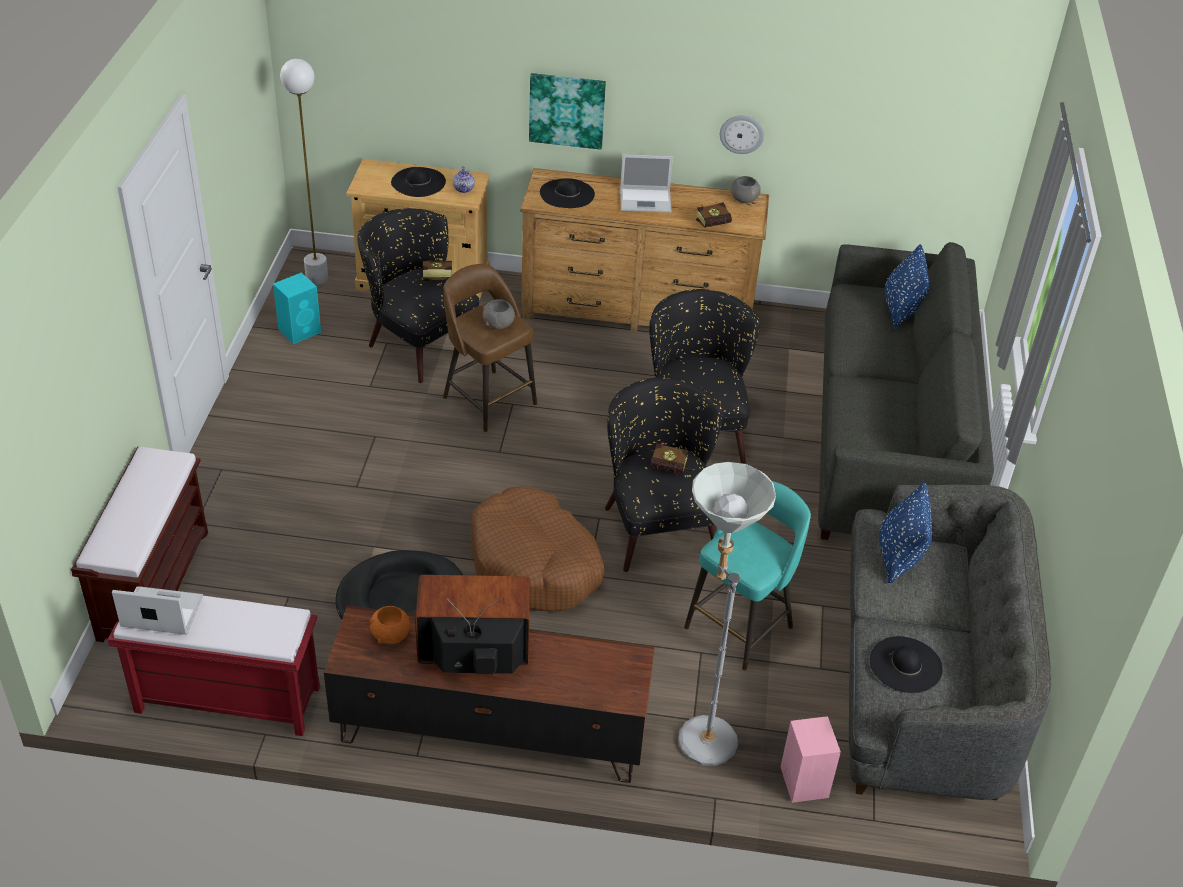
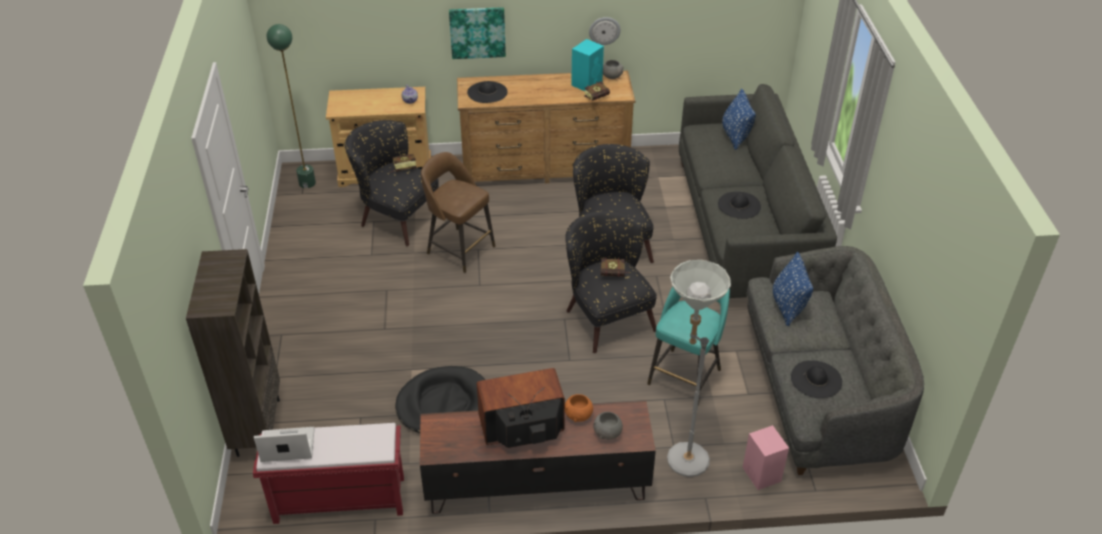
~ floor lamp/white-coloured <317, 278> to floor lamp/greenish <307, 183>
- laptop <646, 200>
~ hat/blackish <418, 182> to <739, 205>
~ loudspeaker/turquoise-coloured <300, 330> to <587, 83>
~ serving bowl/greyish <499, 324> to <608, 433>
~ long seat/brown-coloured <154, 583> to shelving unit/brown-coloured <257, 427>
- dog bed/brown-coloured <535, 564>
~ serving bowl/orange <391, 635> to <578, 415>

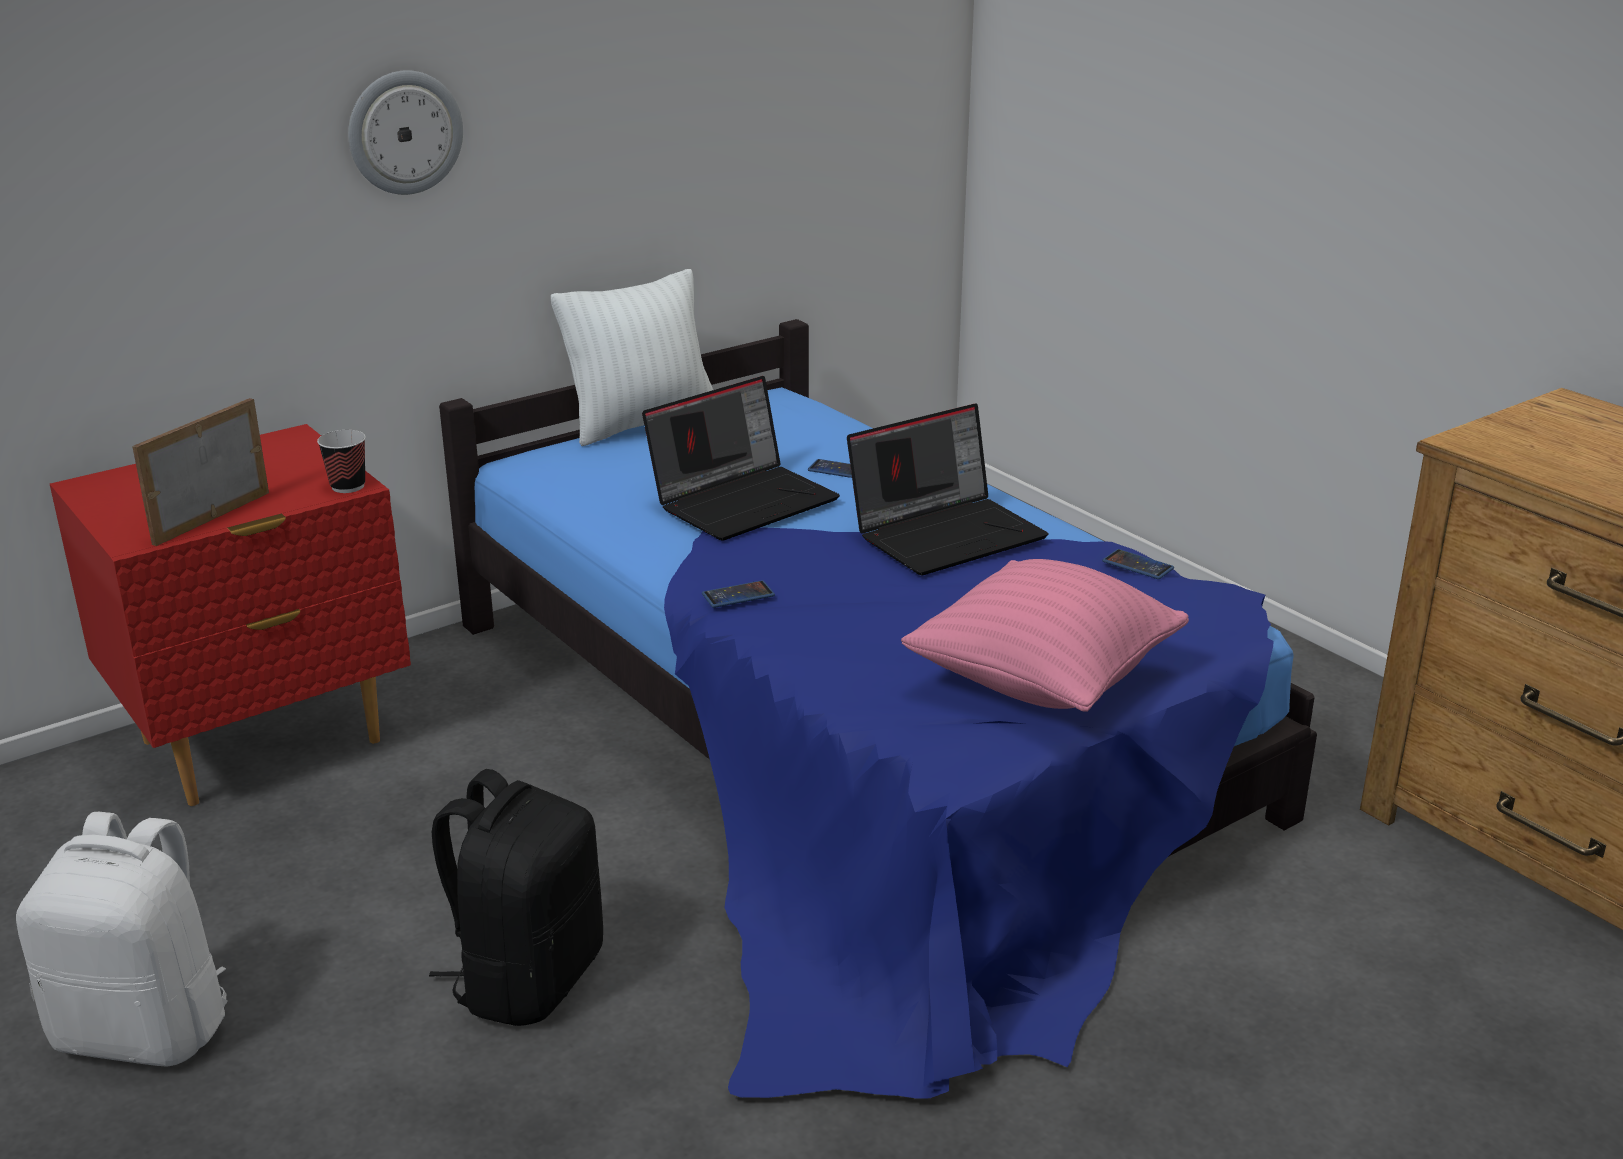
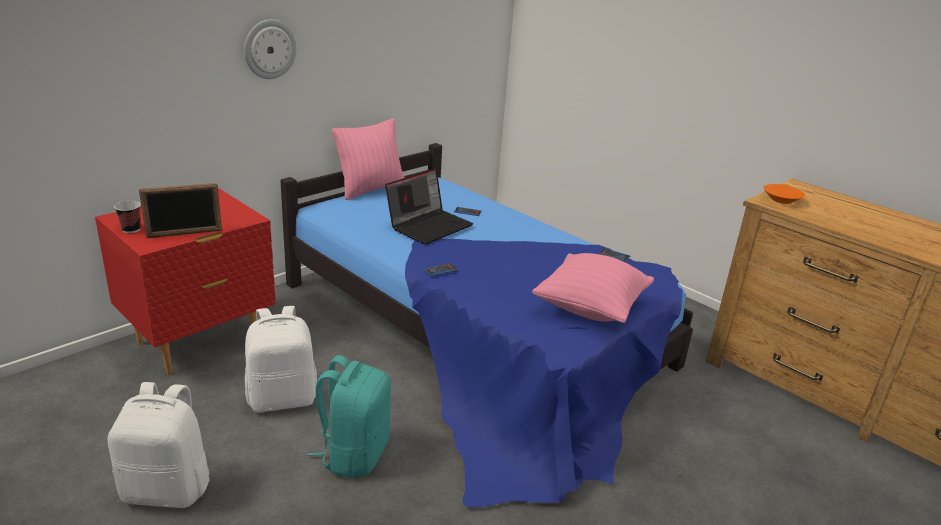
~ cushion/white-coloured <642, 424> to cushion/pink <371, 190>
~ picture frame <211, 517> = <184, 234> 135 degrees counterclockwise
- laptop <947, 533>
~ small cup <348, 486> to <131, 229>
~ knapsack/blackish <527, 978> to knapsack/turquoise-coloured <354, 454>
+ serving bowl/orange <781, 200>
+ knapsack/white-coloured <283, 398>

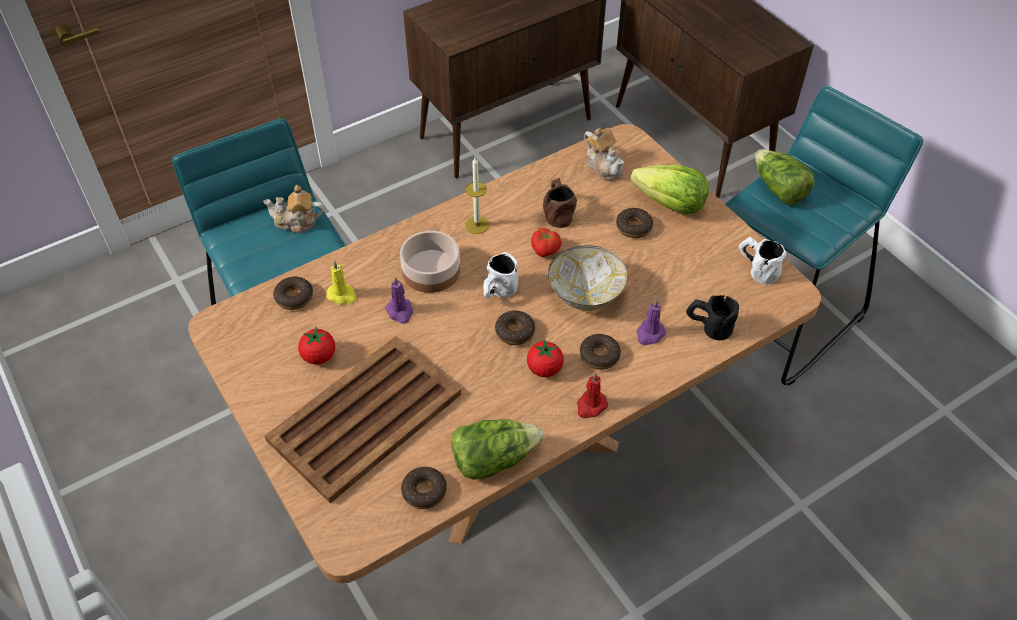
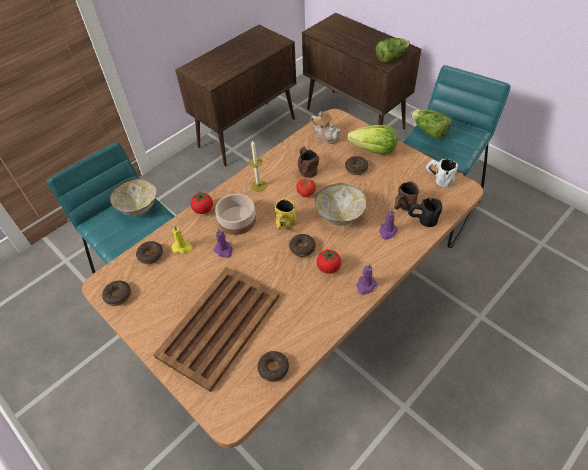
~ teapot <296, 222> to serving bowl <139, 207>
~ tea mug/white-coloured <498, 293> to tea mug/yellow-coloured <284, 225>
~ fresh tomato <319, 356> to <203, 210>
~ ring doughnut <599, 355> to <118, 295>
~ wax candle/reddish <590, 406> to wax candle/purple <365, 286>
~ lettuce <493, 458> to <391, 57>
+ tea mug/brown-coloured <402, 207>

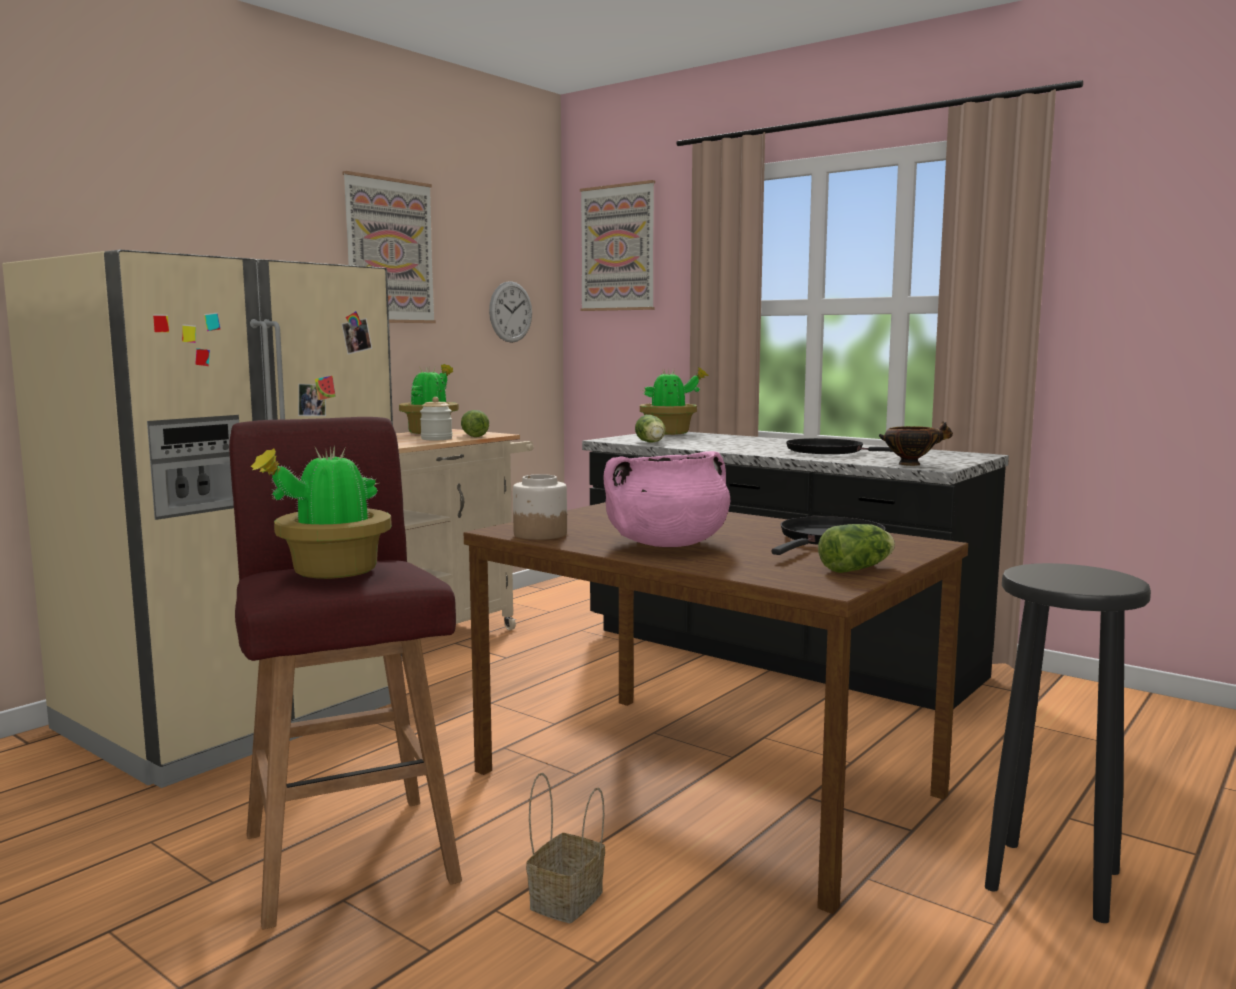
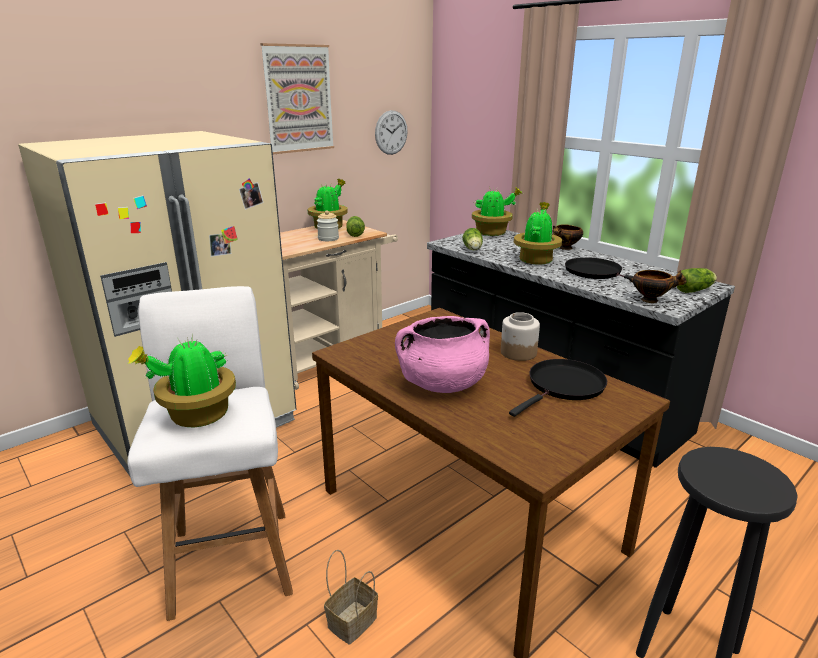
- wall picture <618, 248>
~ stool/reddish <349, 853> to stool/white-coloured <232, 558>
~ storage jar <539, 534> to <518, 352>
~ lettuce <859, 568> to <695, 290>
+ plant in a pot <536, 260>
+ serving bowl <565, 248>

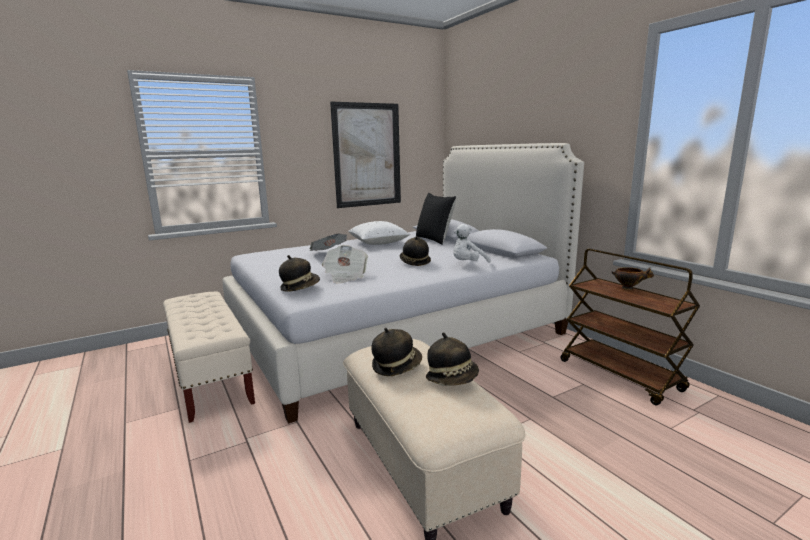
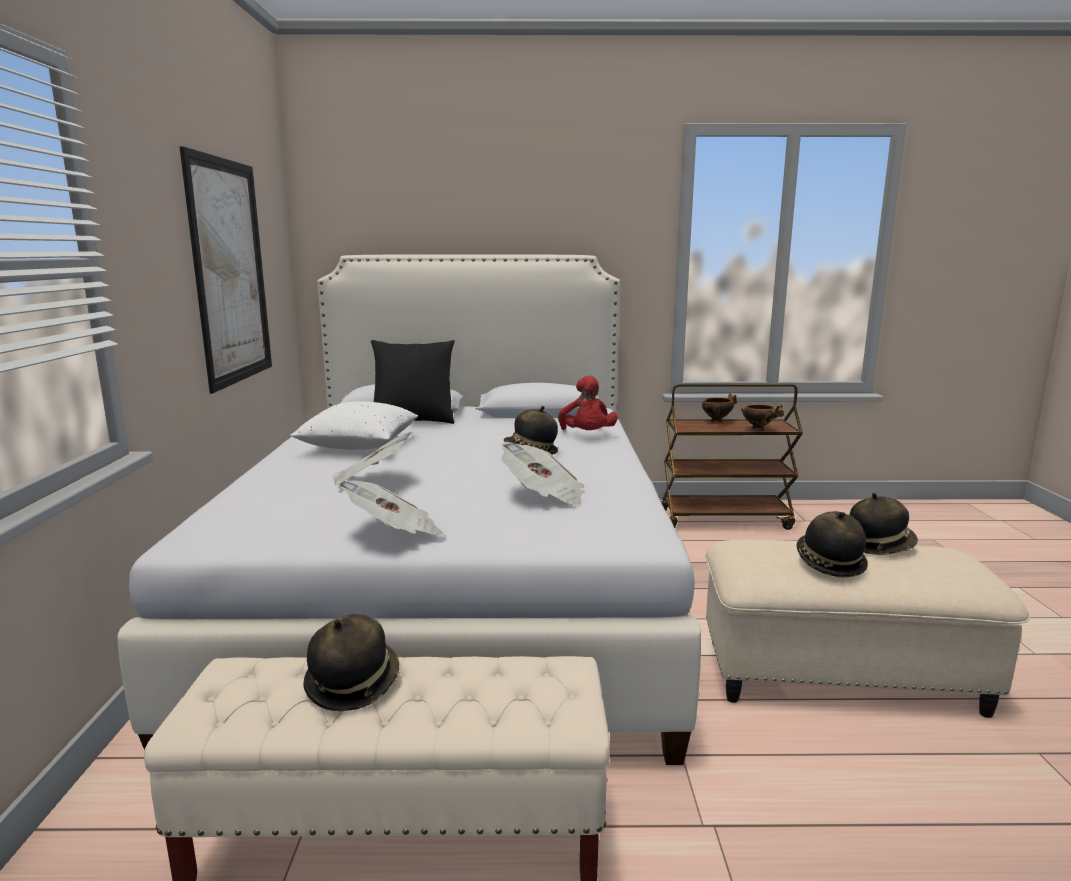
~ cuddly toy/white-coloured <468, 264> to cuddly toy/reddish <587, 436>
~ hat <300, 287> to <353, 684>
+ serving bowl <759, 429>
+ printed paper <395, 534>

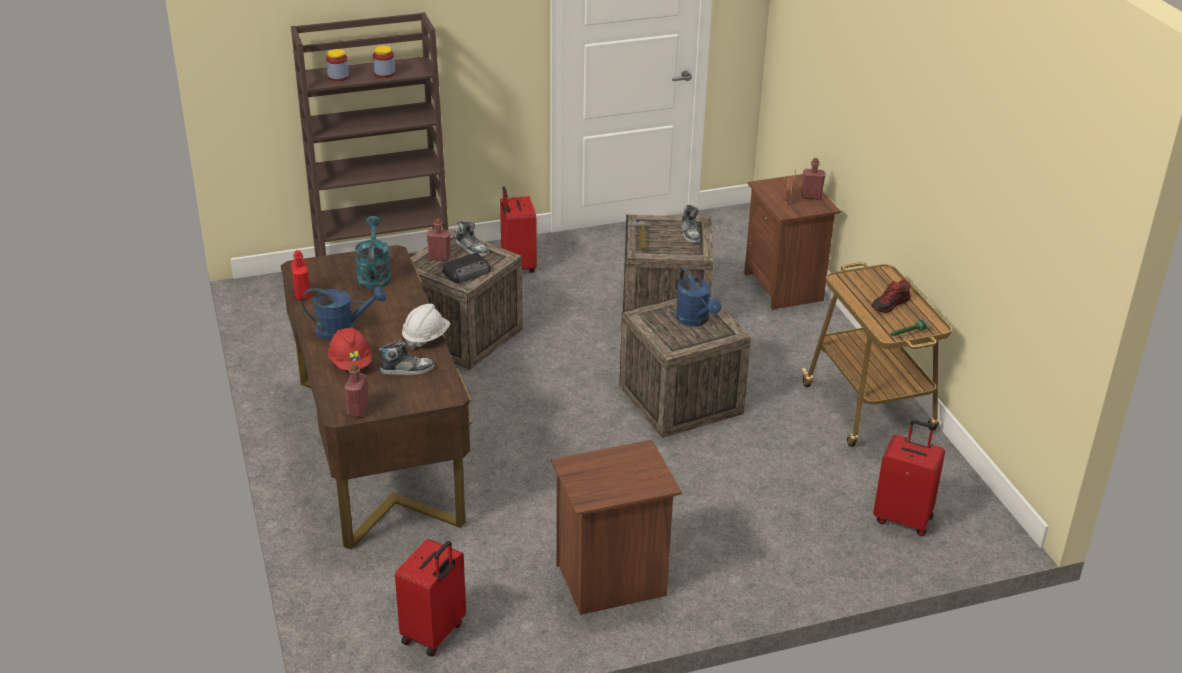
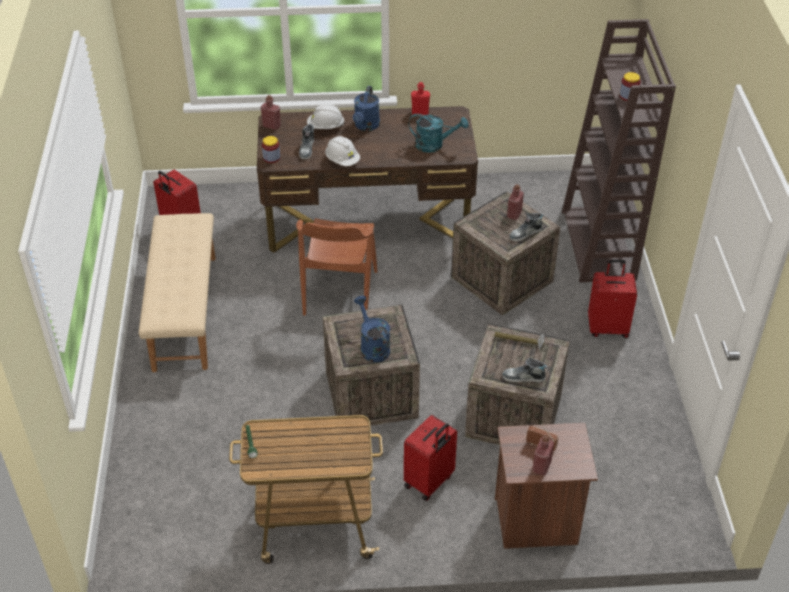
~ storage jar <338, 77> to <271, 158>
- radio receiver <467, 272>
~ sprinkling can/blue <695, 320> = <372, 346> 75 degrees clockwise
- low shoe <890, 304>
~ work helmet/reddish <351, 362> to work helmet/white-coloured <325, 127>
~ suitcase/reddish <903, 518> to <429, 482>
~ bedside table/brown-coloured <612, 581> to long seat/beige-coloured <184, 312>
+ upright chair/brown-coloured <340, 293>

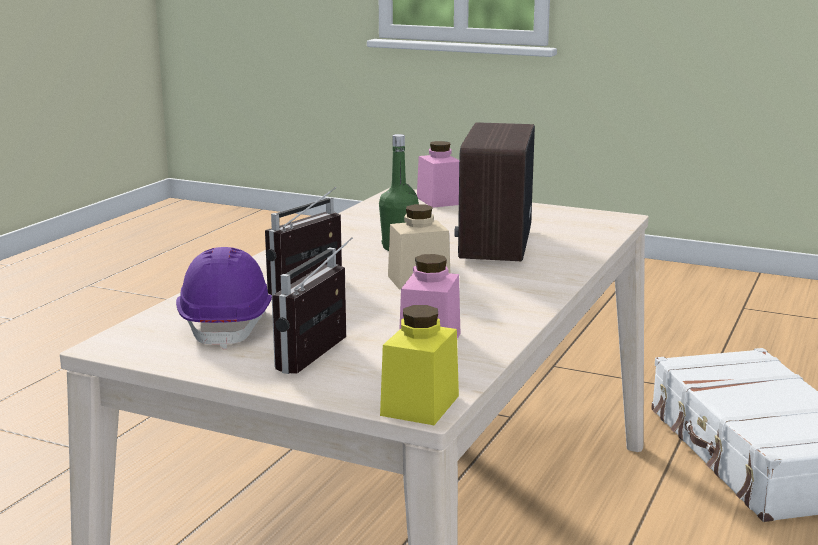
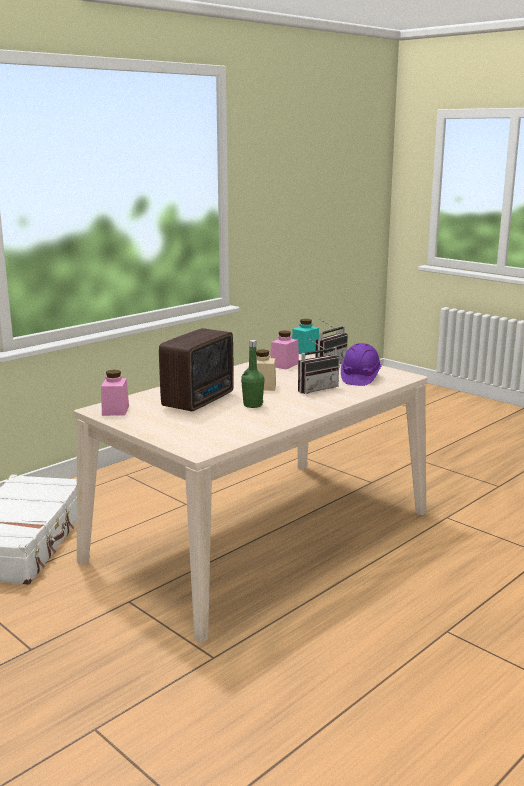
~ storage jar/pink <439, 201> to <115, 410>
~ storage jar/yellow-coloured <420, 405> to storage jar/turquoise-coloured <305, 351>

